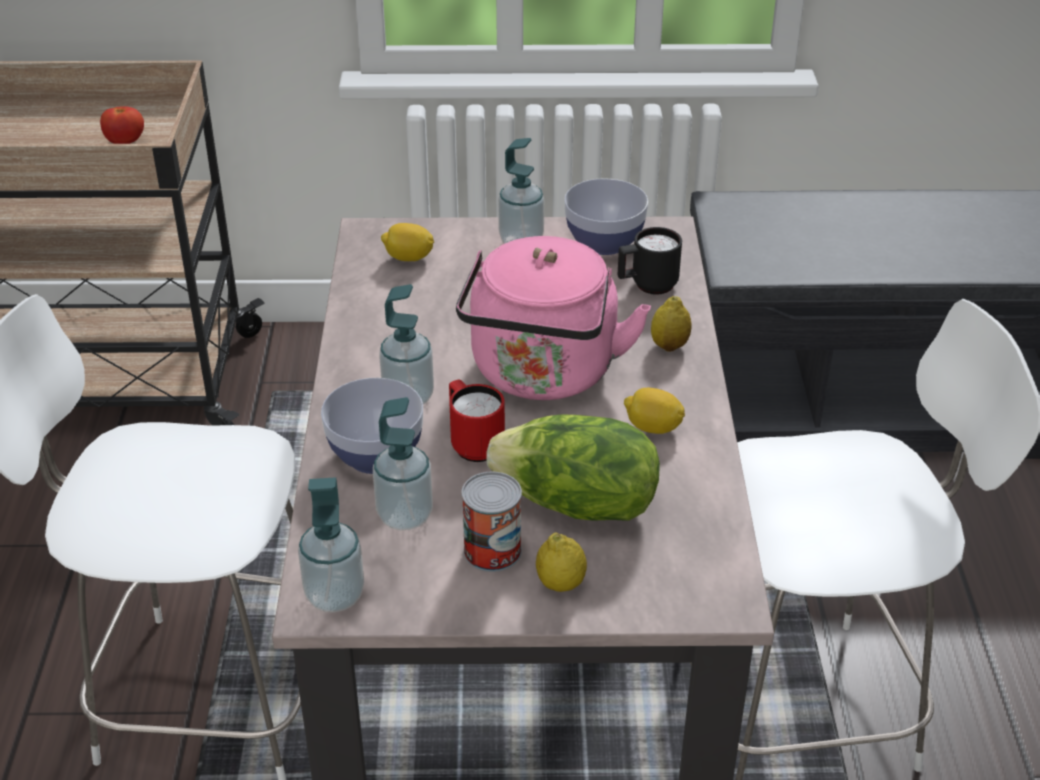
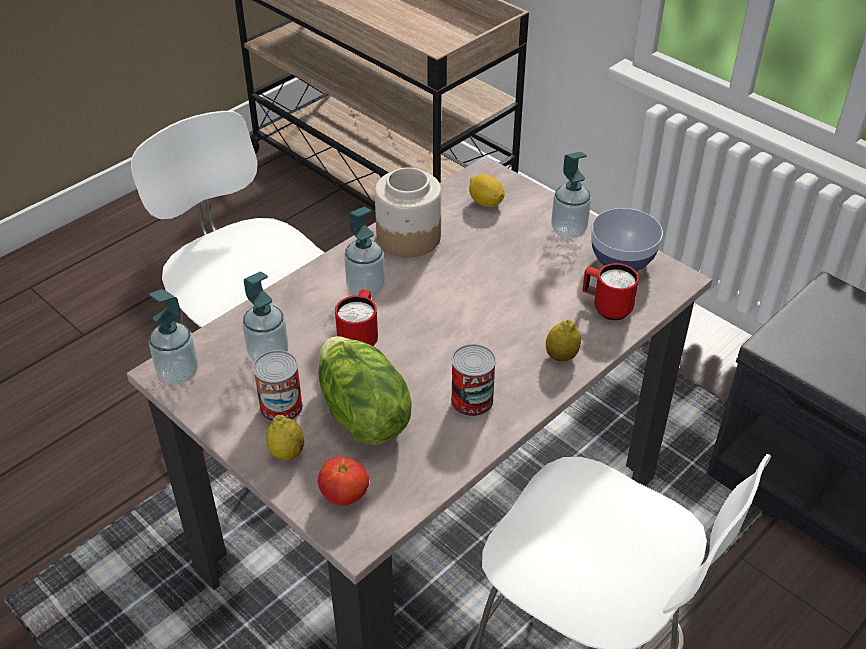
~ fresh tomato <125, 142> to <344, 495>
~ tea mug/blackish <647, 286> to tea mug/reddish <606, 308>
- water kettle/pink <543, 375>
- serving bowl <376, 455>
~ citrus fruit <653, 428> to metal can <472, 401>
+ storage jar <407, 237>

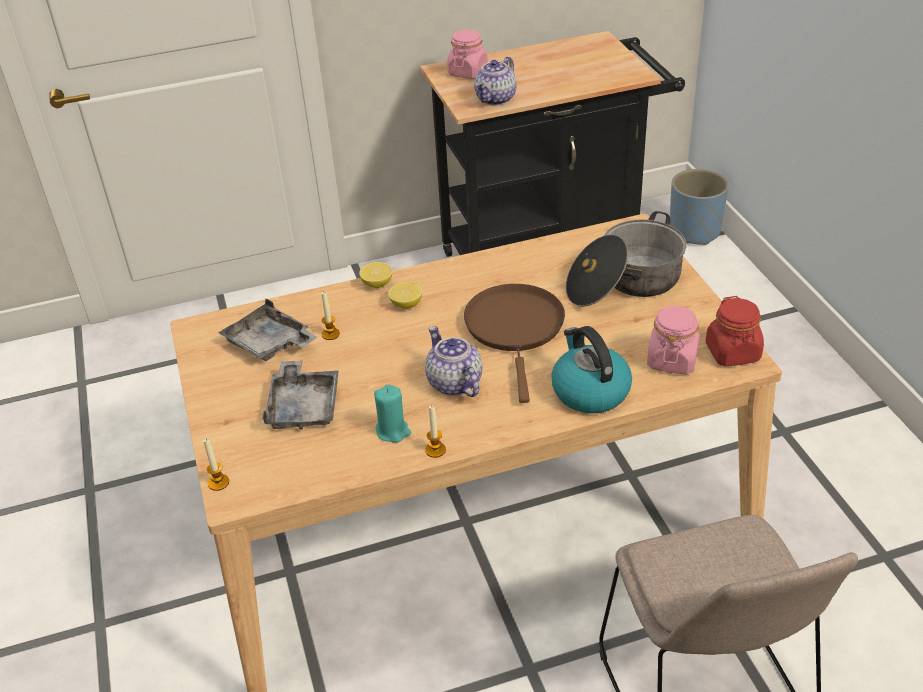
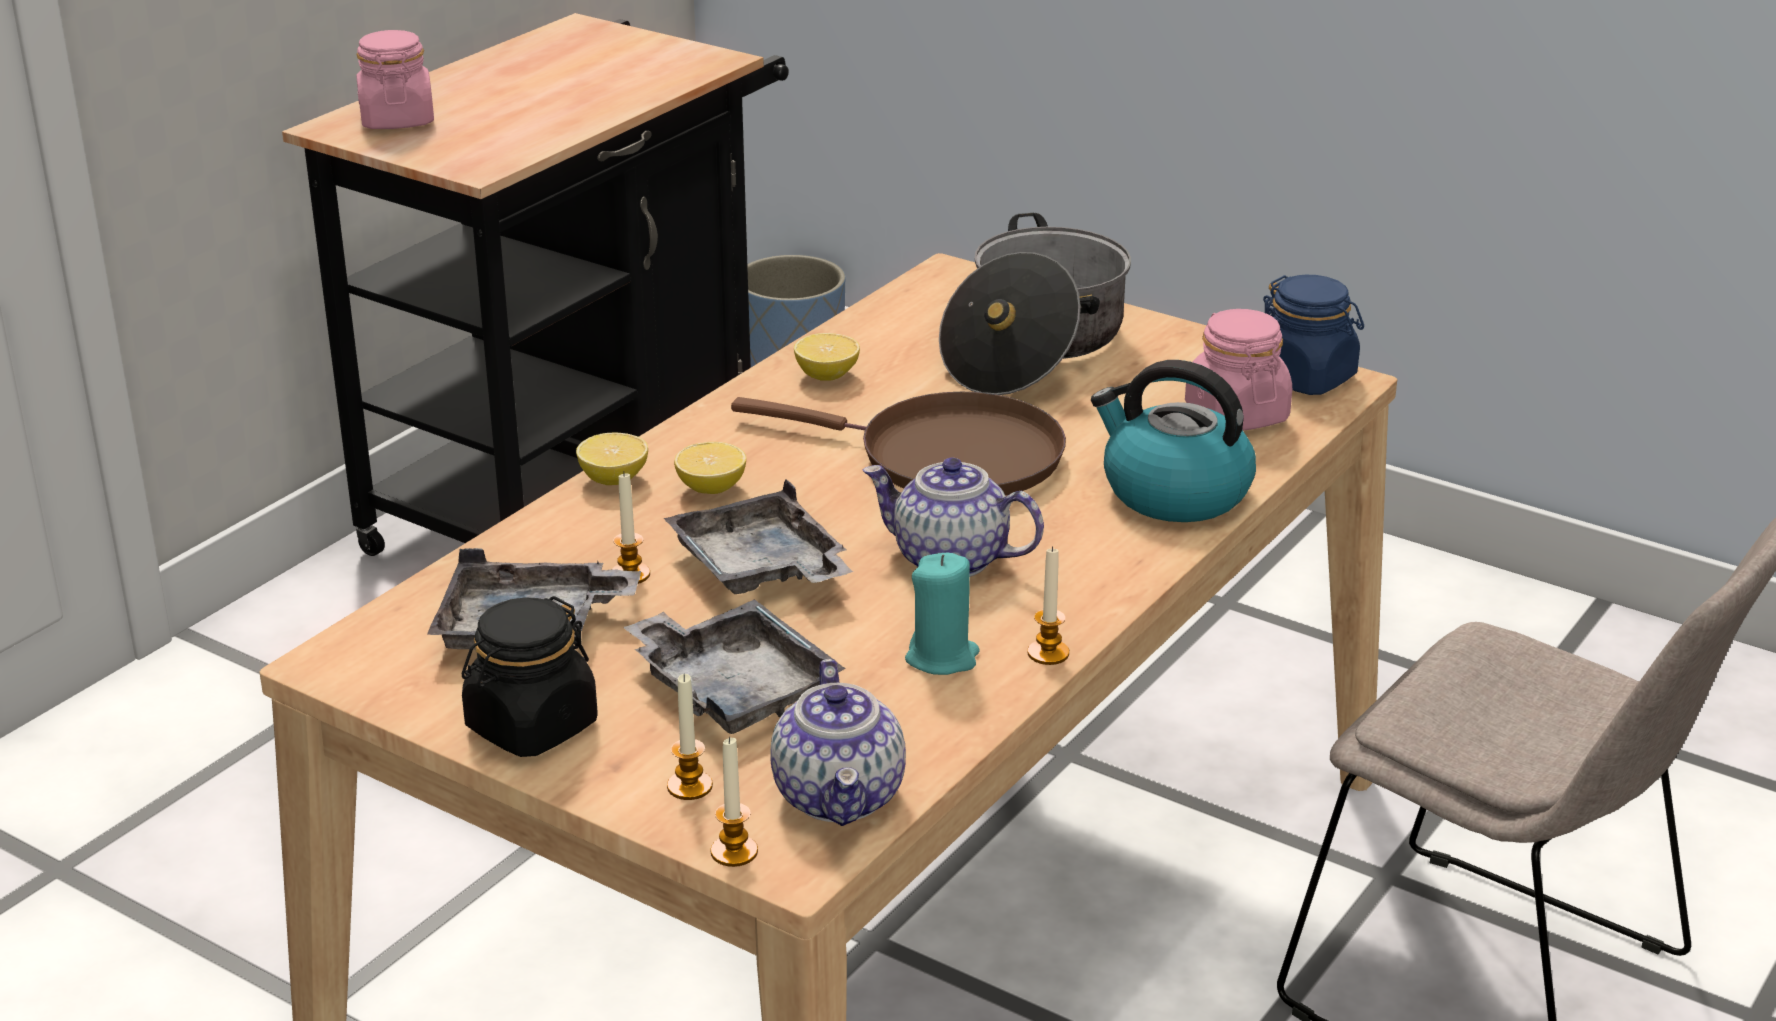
~ teapot <496, 99> to <841, 797>
~ skillet/brown-coloured <515, 328> = <947, 457> 150 degrees clockwise
~ storage jar/reddish <733, 353> to storage jar/blue <1305, 378>
+ citrus fruit <827, 375>
+ carrying tray/greyish <760, 569>
+ storage jar/blackish <531, 727>
+ wax candle <689, 786>

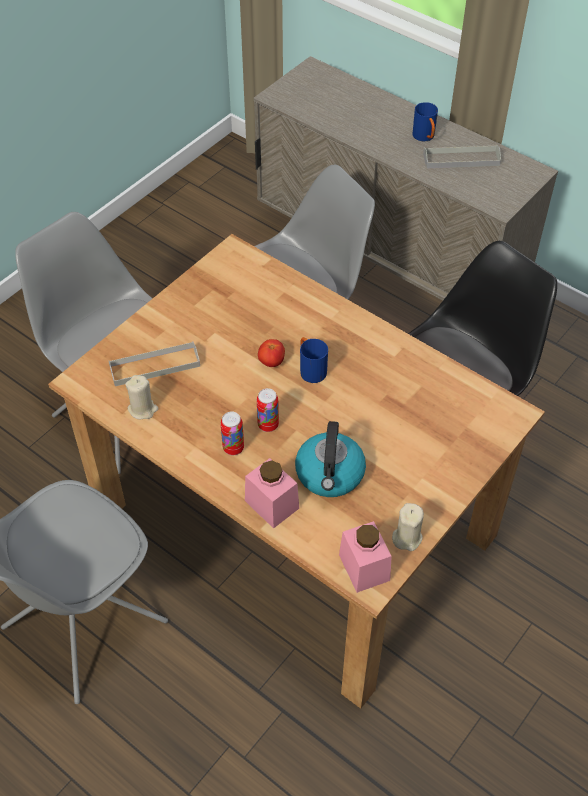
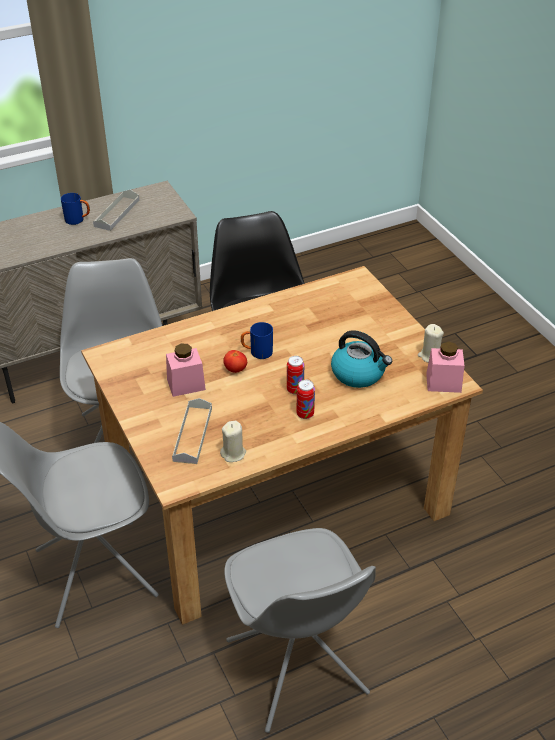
~ storage jar/pink <272, 504> to <186, 384>

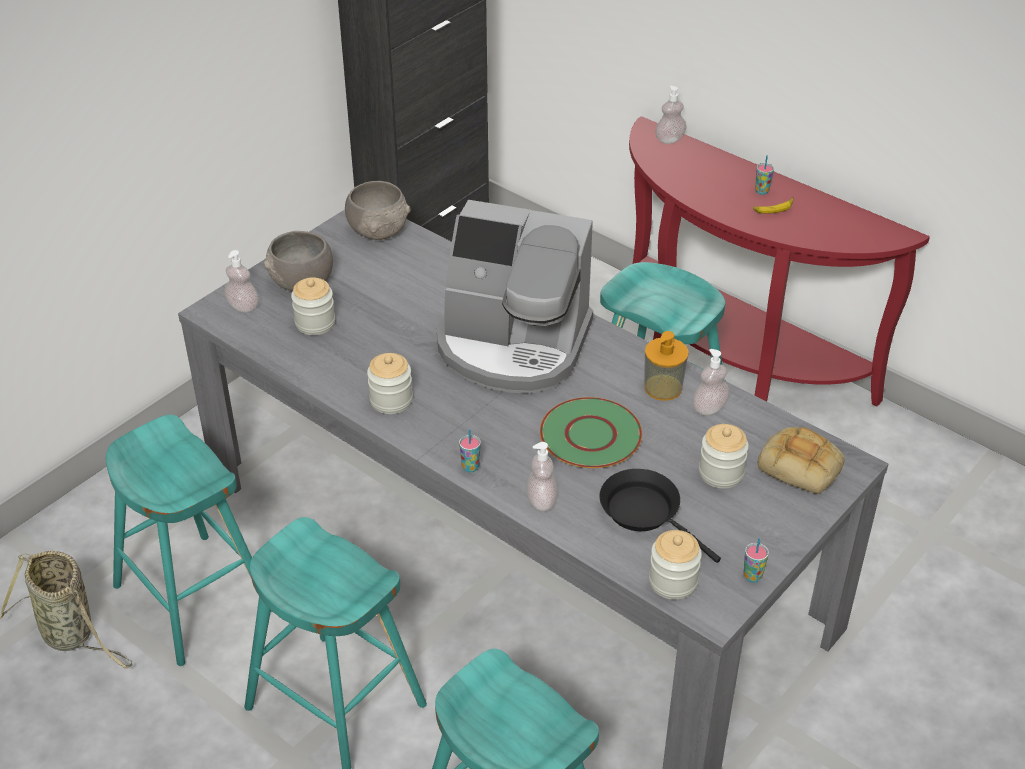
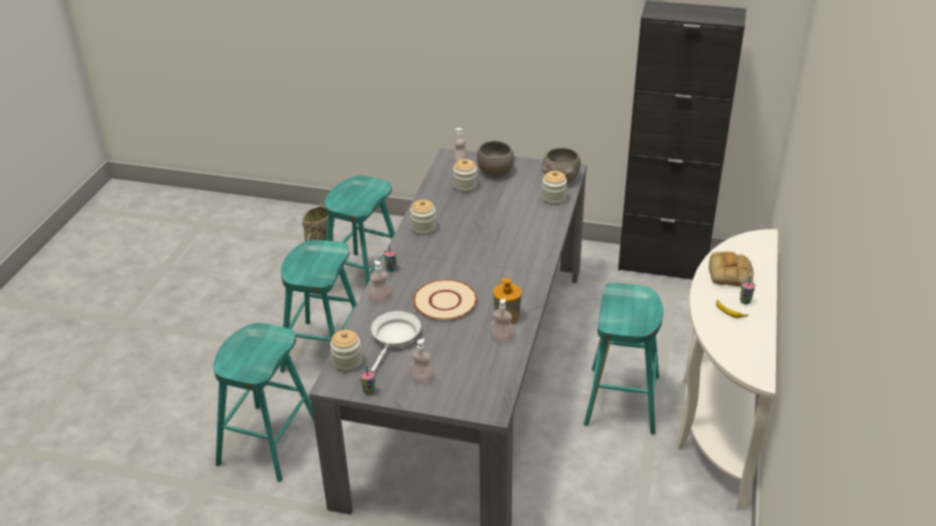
~ soap bottle <669, 140> to <422, 380>
~ console table/reddish <730, 359> to console table/white-coloured <717, 417>
- coffee machine <512, 345>
~ dinner plate/greenish <591, 435> to dinner plate/beige-coloured <445, 301>
~ storage jar <721, 473> to <554, 199>
~ bread <802, 465> to <730, 274>
~ skillet/blackish <645, 513> to skillet/white-coloured <395, 338>

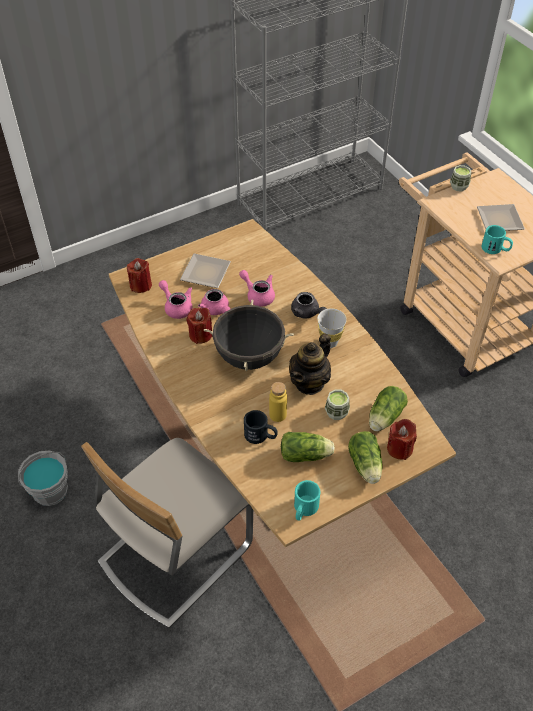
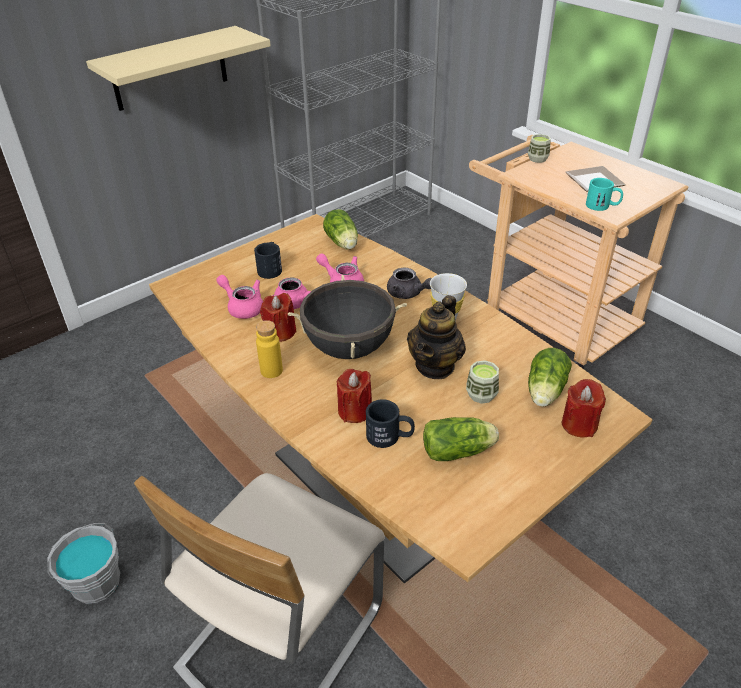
~ dinner plate <204, 272> to tea mug/blackish <271, 268>
~ wax candle/reddish <140, 285> to <355, 411>
~ drink bottle/yellow-coloured <277, 415> to <271, 370>
~ lettuce <365, 466> to <342, 243>
- tea mug/turquoise-coloured <304, 509>
+ wall shelf/beige-coloured <170, 69>

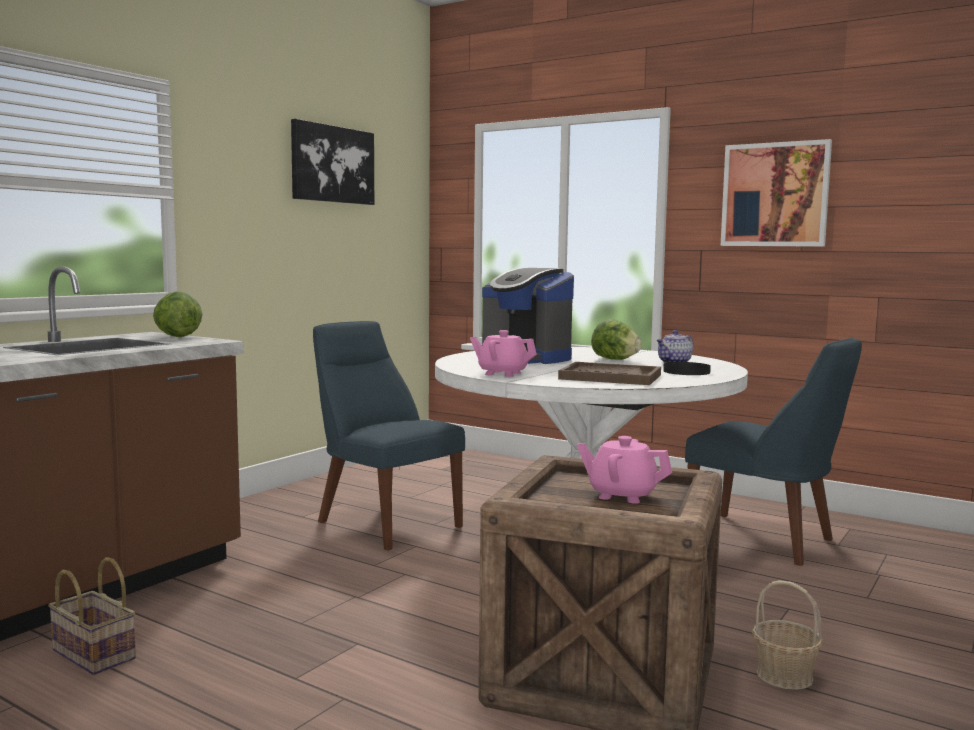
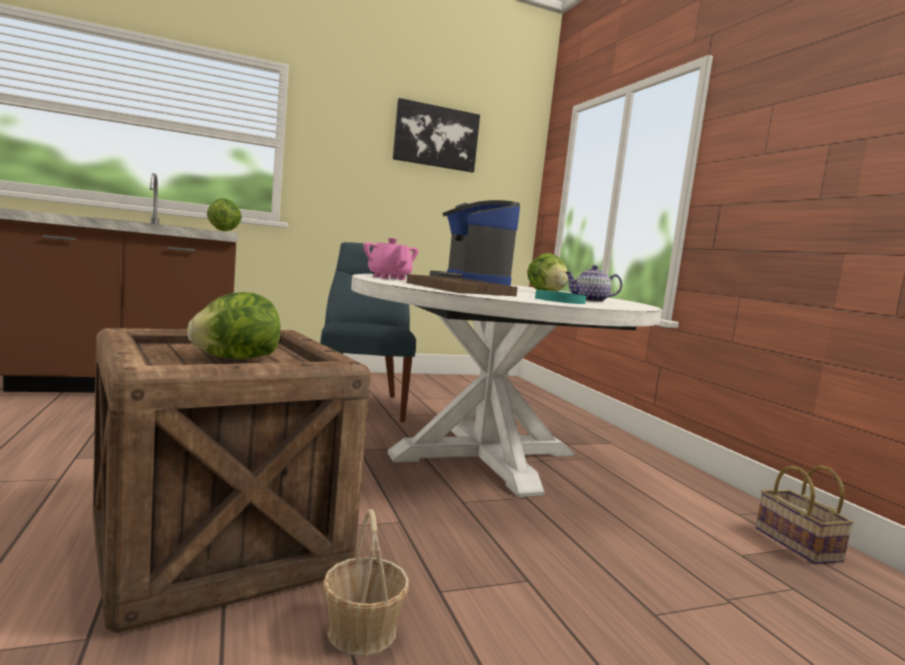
- wall picture <775, 195>
- upright chair/blue <765, 541>
~ dinner plate/blackish <687, 371> to dinner plate/turquoise-coloured <560, 300>
~ teapot/pink <622, 495> to lettuce <235, 359>
~ storage basket <91, 654> to <794, 543>

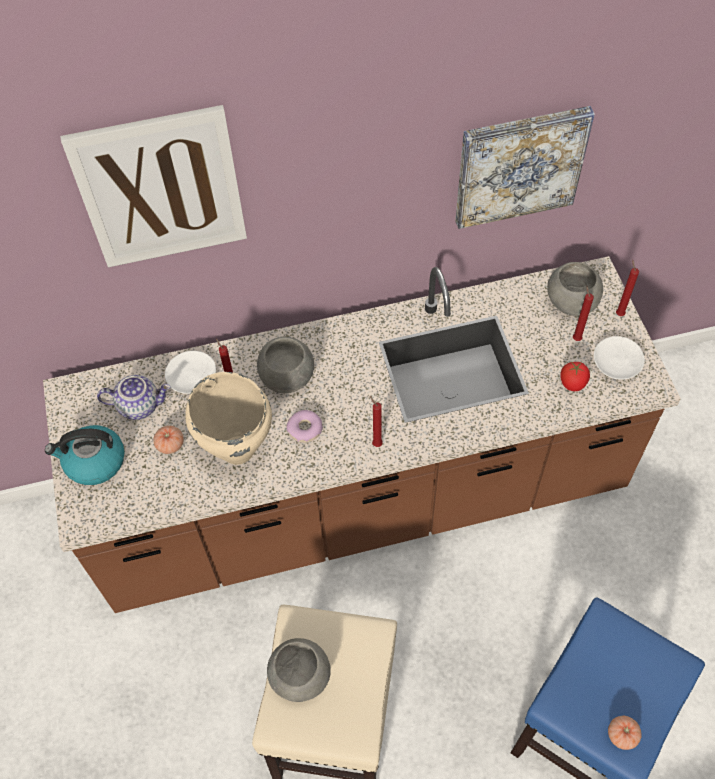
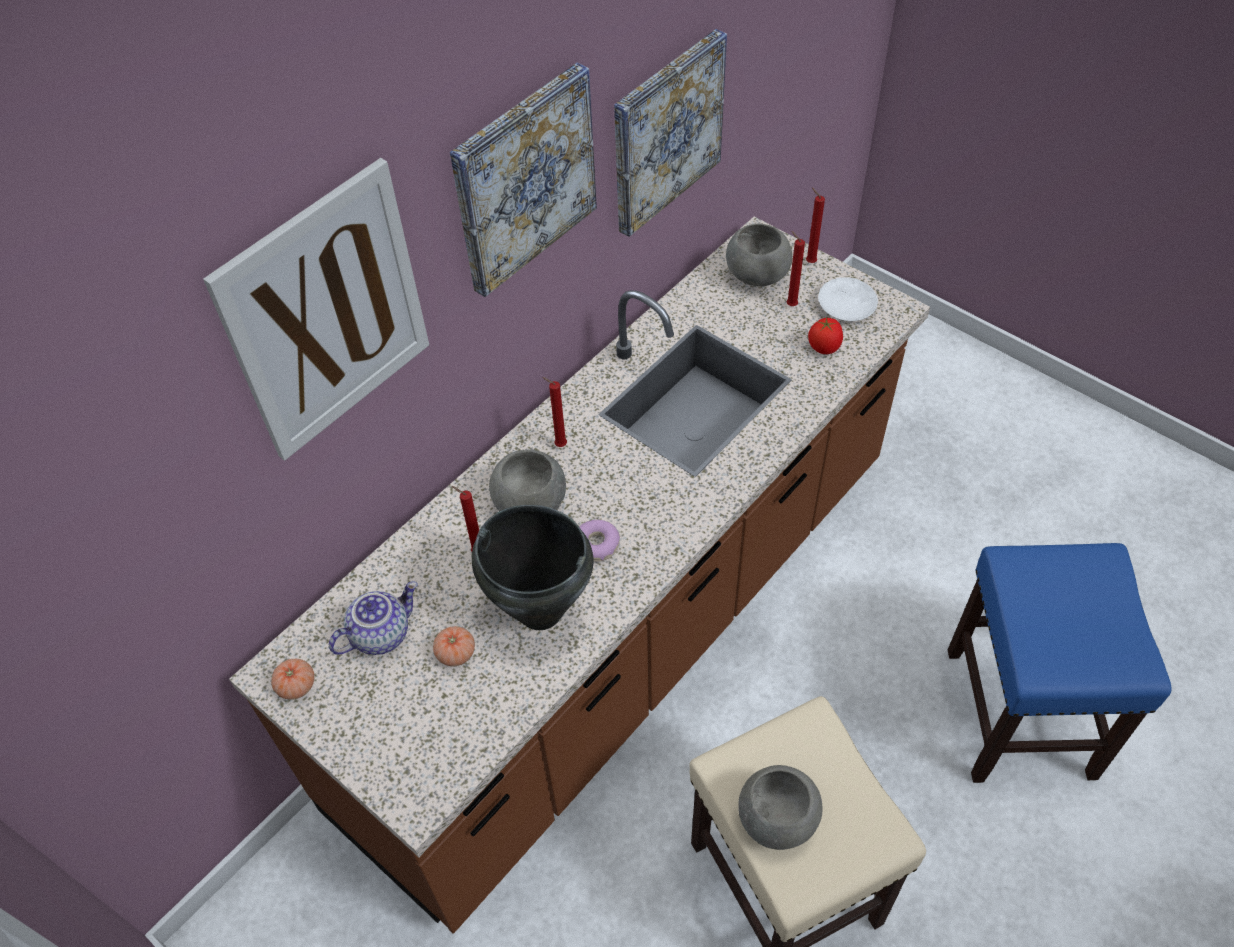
- dinner plate/white-coloured <192, 376>
~ saucepot/beige-coloured <238, 449> to saucepot/blackish <540, 610>
~ wax candle/reddish <376, 443> to <559, 445>
- water kettle <94, 462>
~ fresh tomato <622, 735> to <296, 685>
+ wall picture <524, 179>

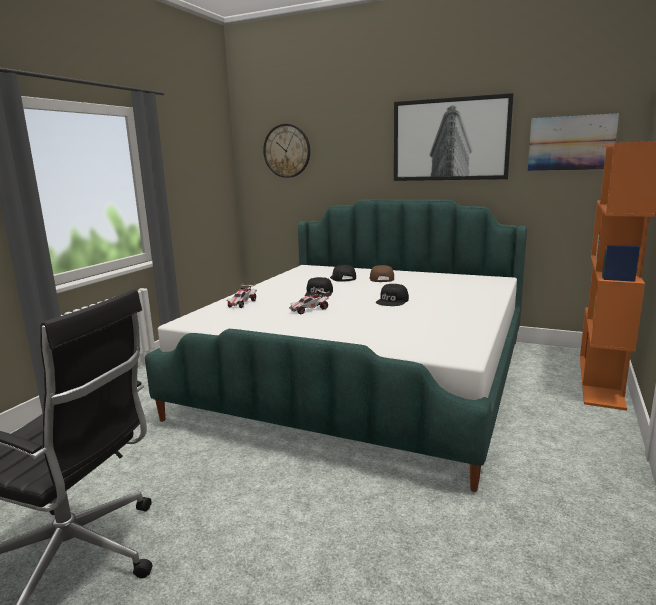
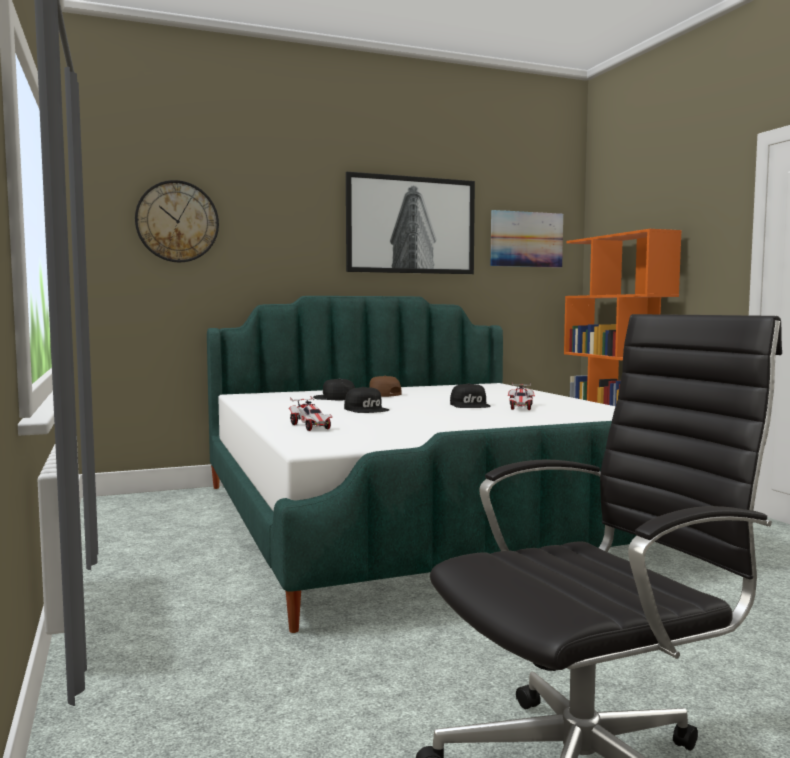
~ model car <309, 310> to <521, 407>

